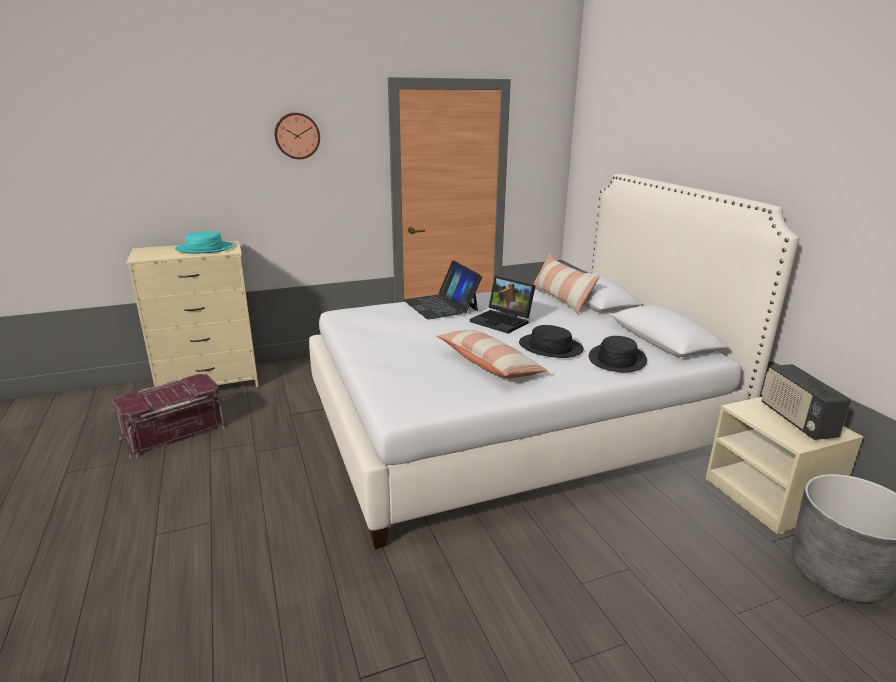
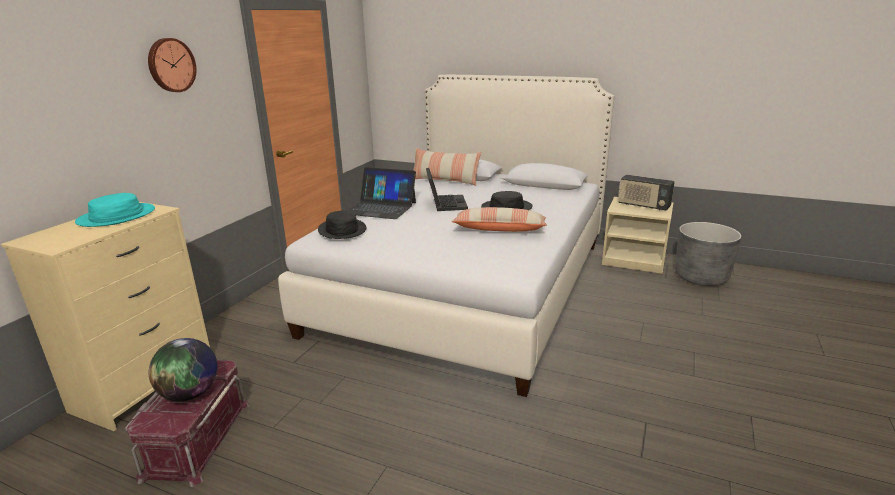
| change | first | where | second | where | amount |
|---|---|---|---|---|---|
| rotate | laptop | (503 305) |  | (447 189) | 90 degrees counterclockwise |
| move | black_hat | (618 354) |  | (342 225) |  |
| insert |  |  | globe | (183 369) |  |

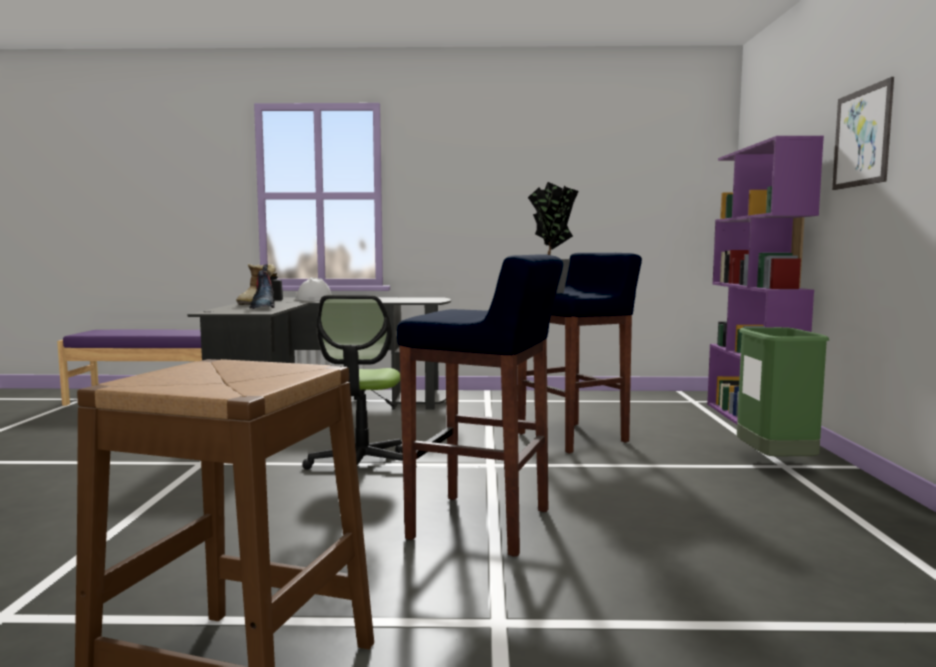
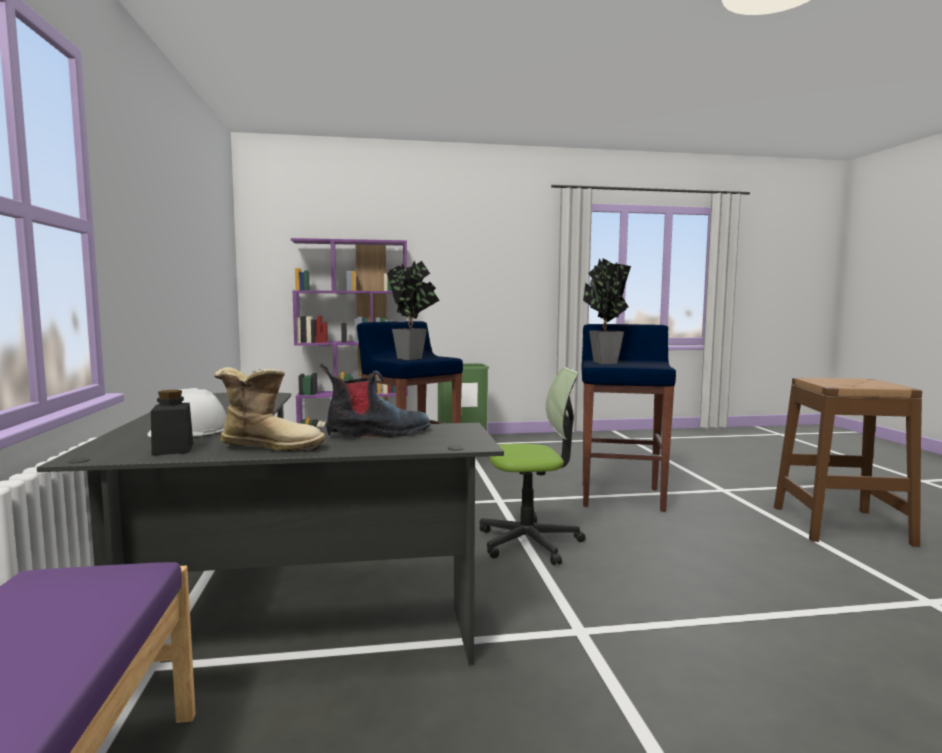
| change | first | where | second | where | amount |
|---|---|---|---|---|---|
| delete | picture | (863 133) |  |  |  |
| insert |  |  | potted_plant | (607 311) |  |

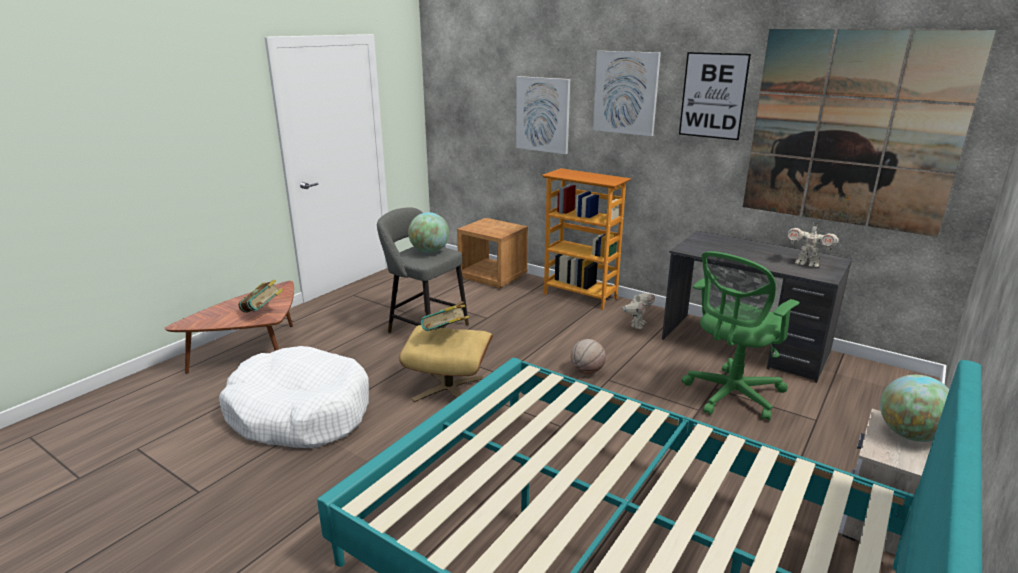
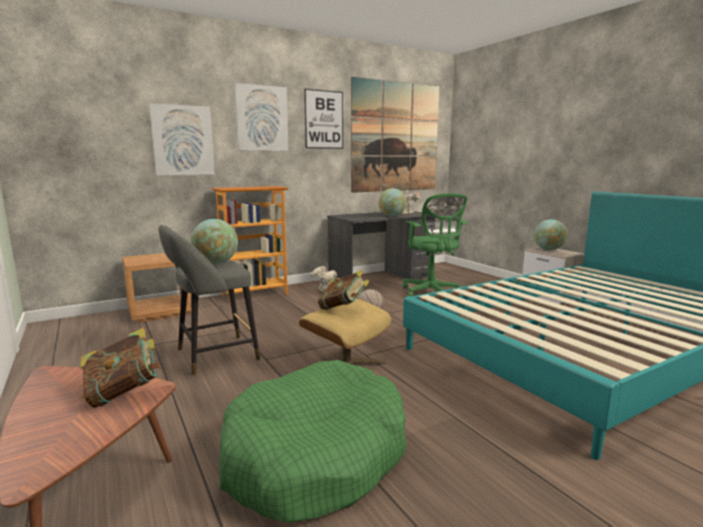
| change | first | where | second | where | amount |
|---|---|---|---|---|---|
| recolor | white_dog_bed | (294 397) | green_dog_bed | (313 441) |  |
| insert |  |  | globe | (392 202) |  |

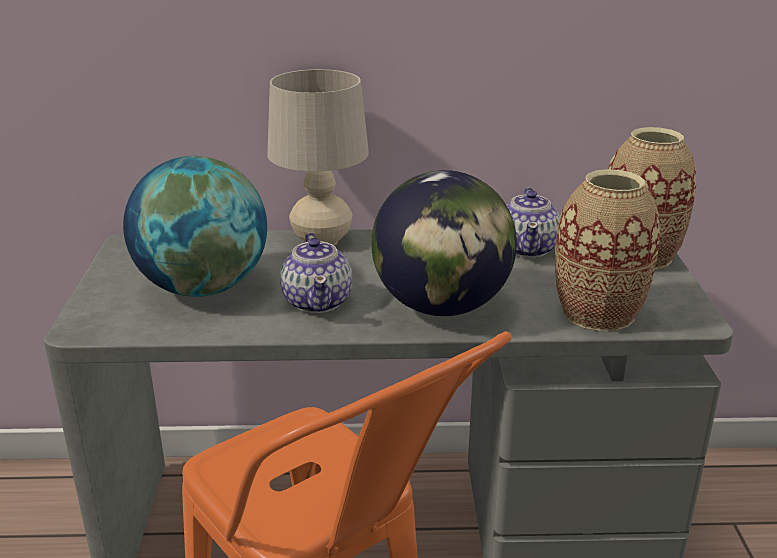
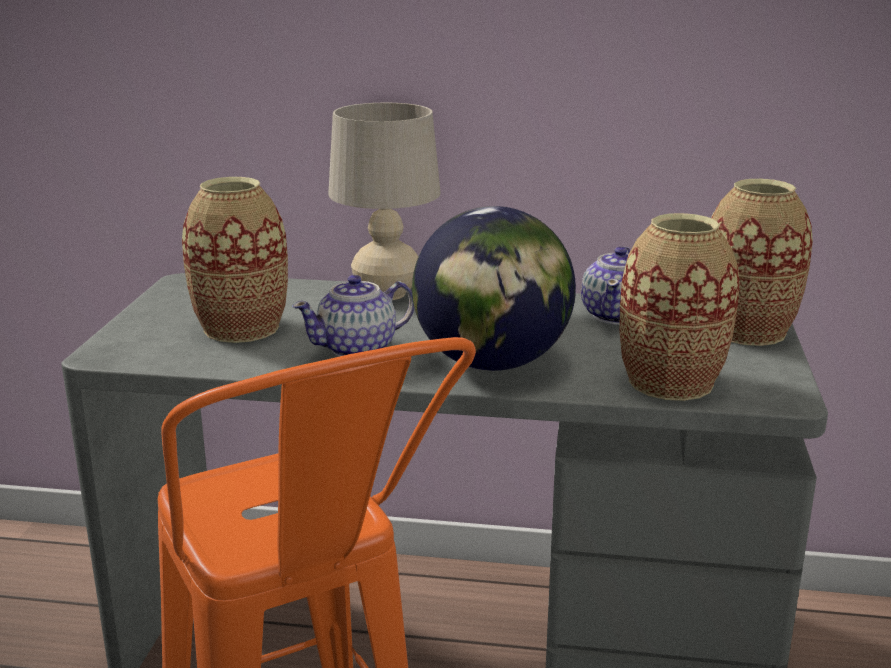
| change | first | where | second | where | amount |
|---|---|---|---|---|---|
| replace | globe | (195 226) | vase | (235 260) |  |
| rotate | teapot | (316 273) |  | (353 316) | 60 degrees clockwise |

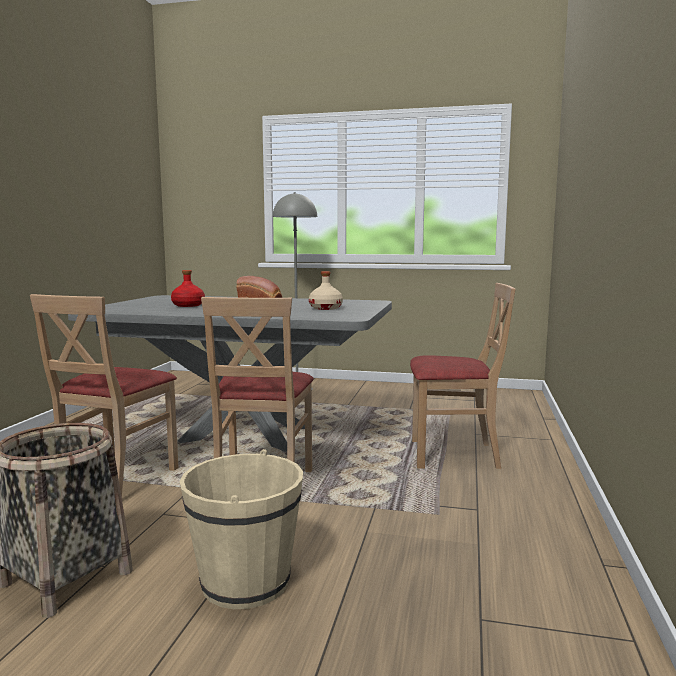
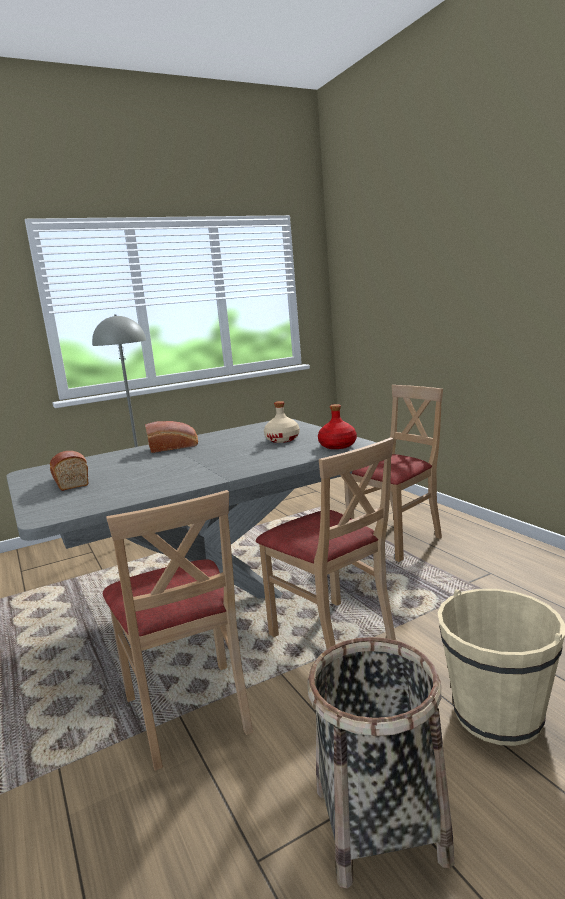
| change | first | where | second | where | amount |
|---|---|---|---|---|---|
| move | red_bottle | (188 288) |  | (337 426) |  |
| insert |  |  | bread | (69 471) |  |

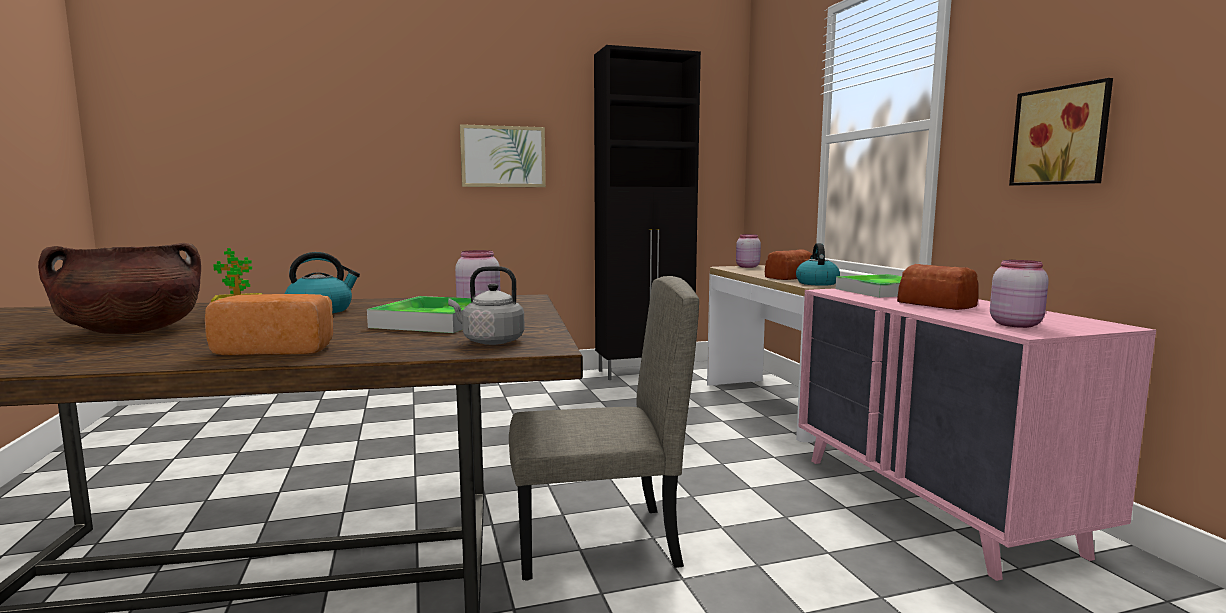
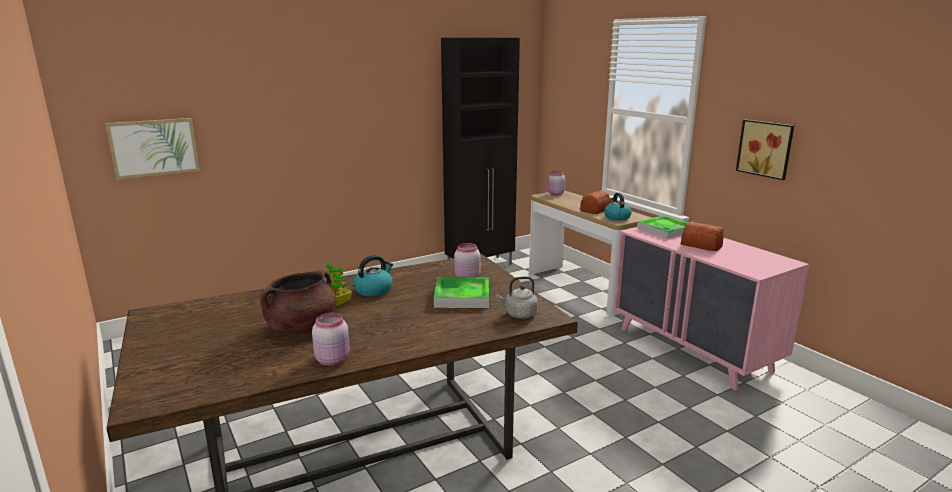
| change | first | where | second | where | amount |
|---|---|---|---|---|---|
| delete | bread | (269 325) |  |  |  |
| move | picture | (503 155) |  | (152 149) |  |
| delete | beige_chair | (604 428) |  |  |  |
| move | pink_jar | (1019 294) |  | (331 339) |  |

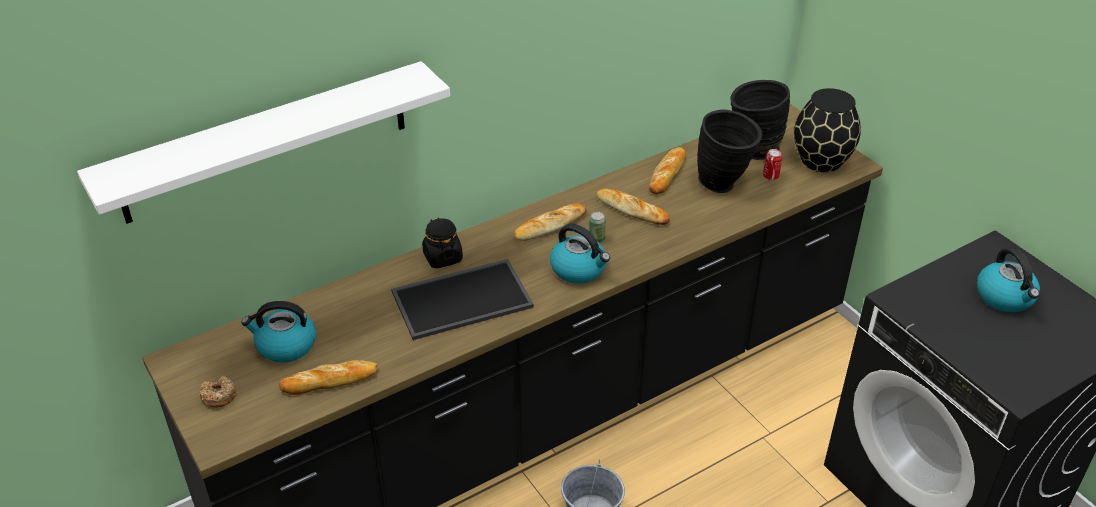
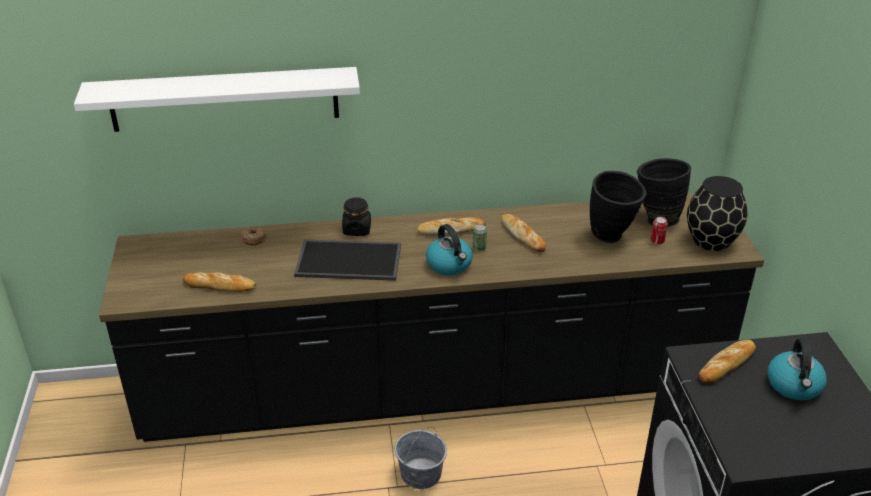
| change | first | where | second | where | amount |
|---|---|---|---|---|---|
| move | donut | (218 391) |  | (253 235) |  |
| delete | kettle | (278 332) |  |  |  |
| move | bread | (667 170) |  | (727 361) |  |

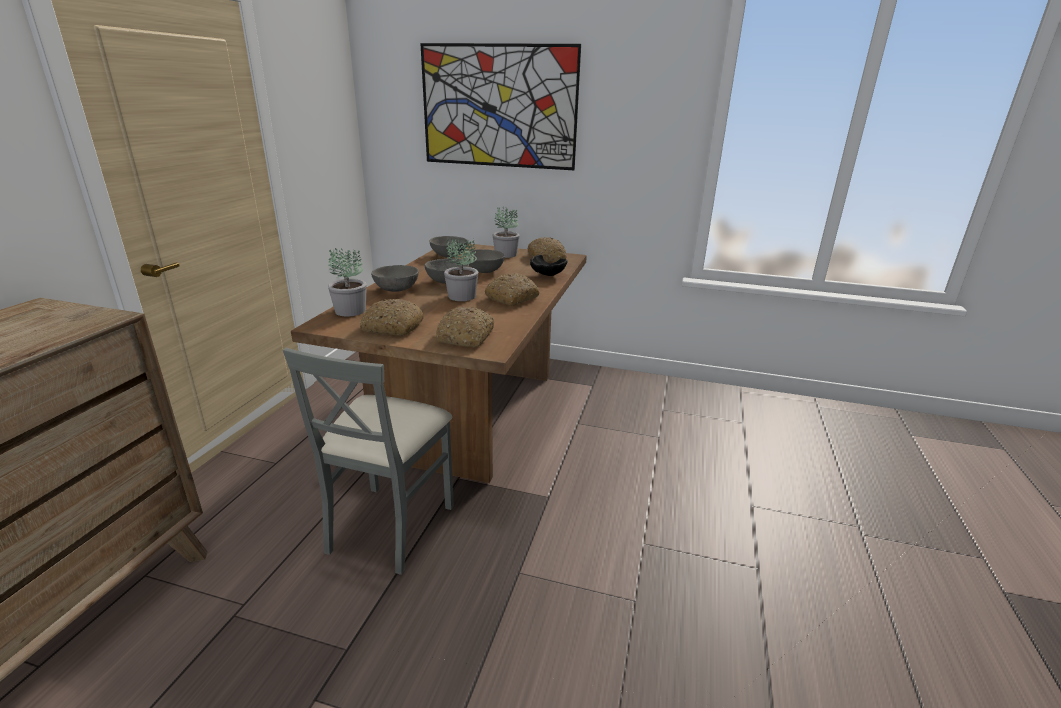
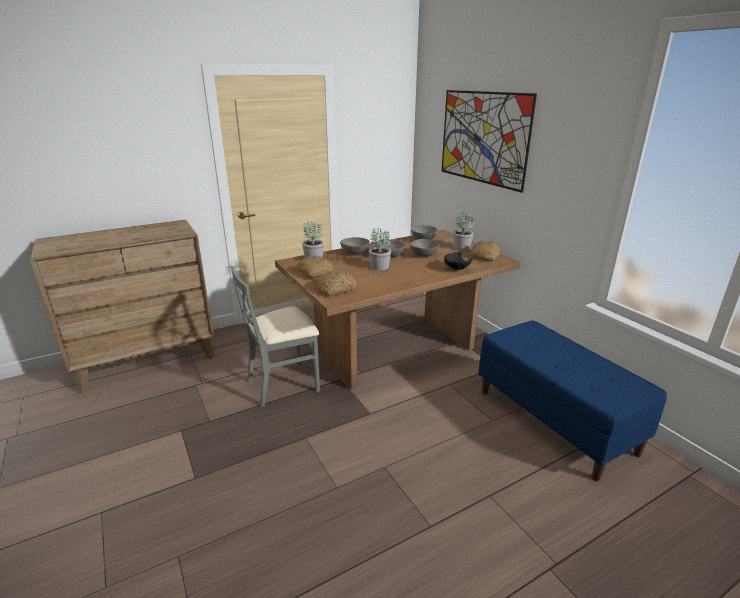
| change | first | where | second | where | amount |
|---|---|---|---|---|---|
| delete | bread | (512 289) |  |  |  |
| insert |  |  | blue_bench | (572 400) |  |

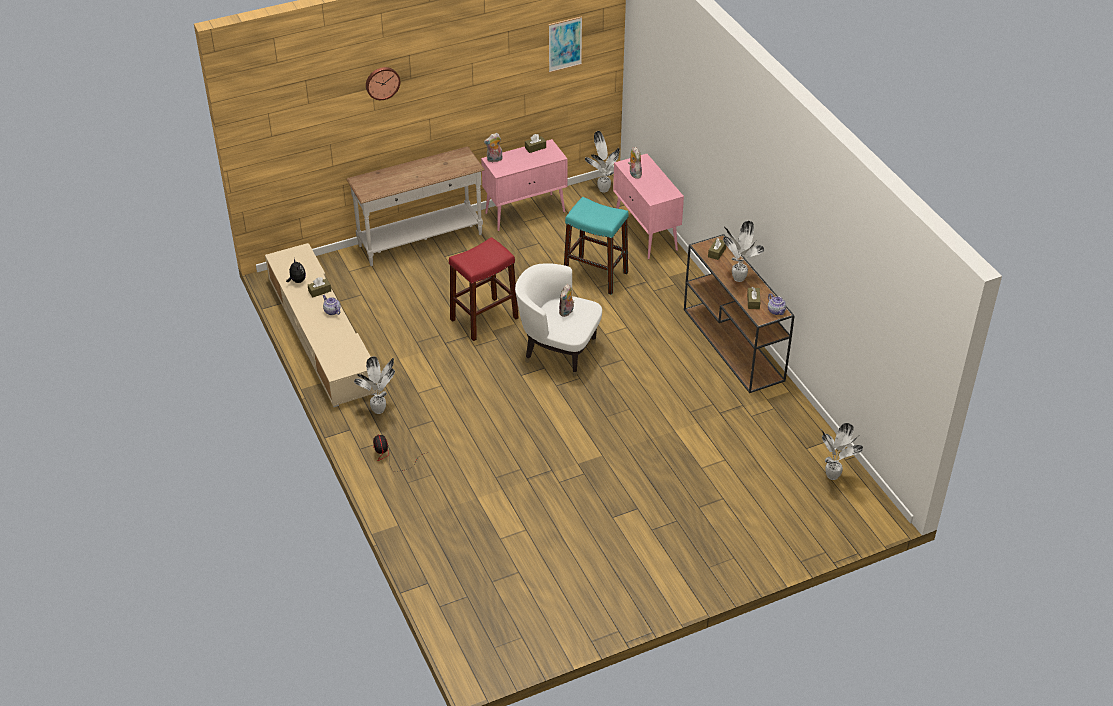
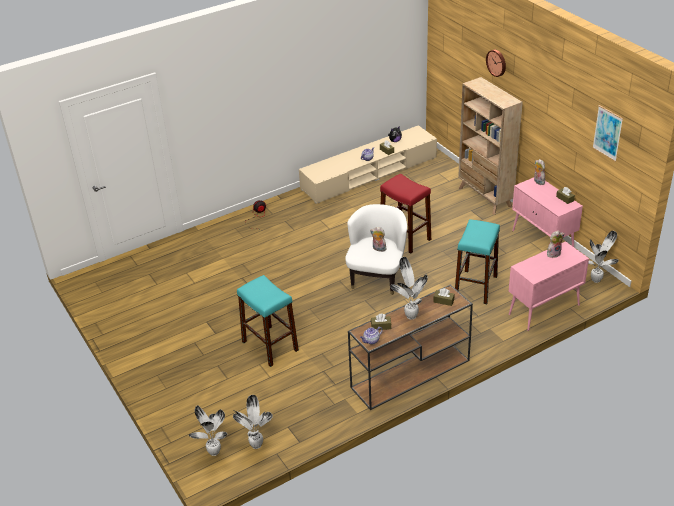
| change | first | where | second | where | amount |
|---|---|---|---|---|---|
| replace | white_console_table | (415 206) | beige_bookcase | (490 146) |  |
| move | potted_plant | (374 385) |  | (208 430) |  |
| insert |  |  | turquoise_stool | (268 321) |  |

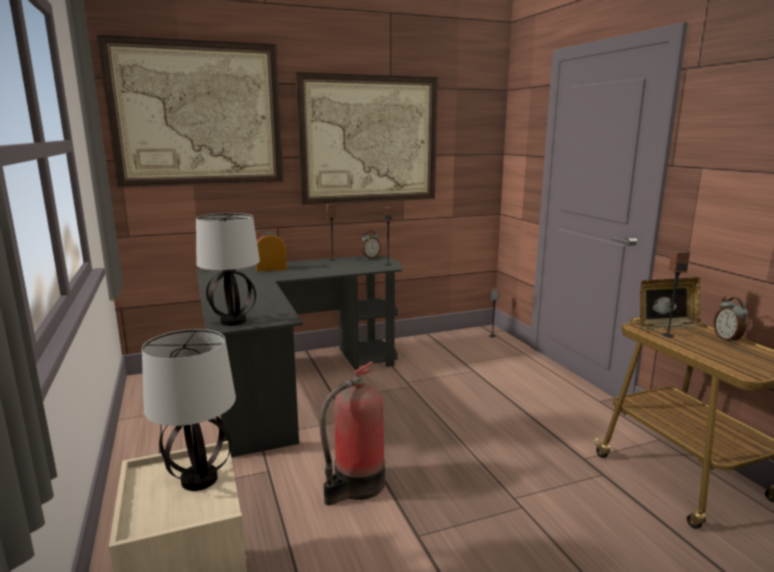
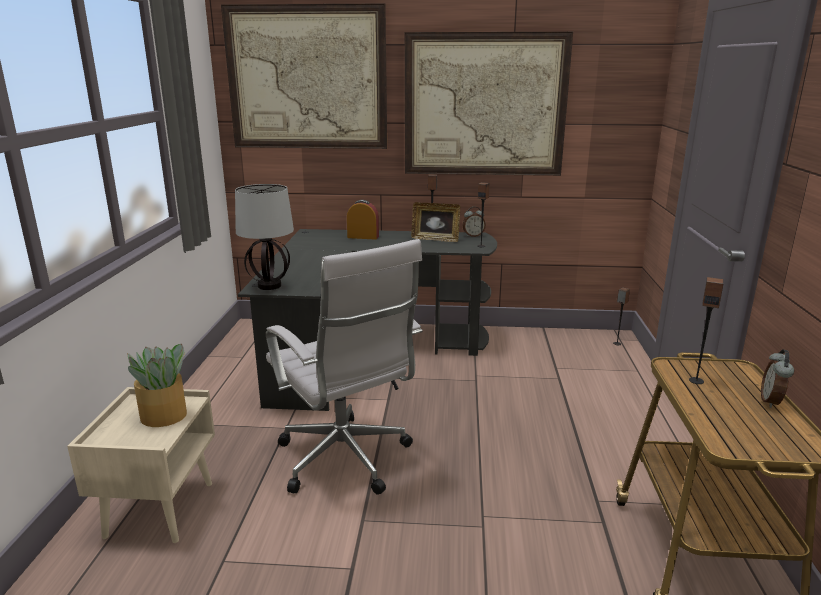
| change | first | where | second | where | amount |
|---|---|---|---|---|---|
| replace | table_lamp | (189 410) | potted_plant | (157 385) |  |
| replace | fire_extinguisher | (352 433) | white_office_chair | (344 367) |  |
| move | picture_frame | (670 303) |  | (435 222) |  |

